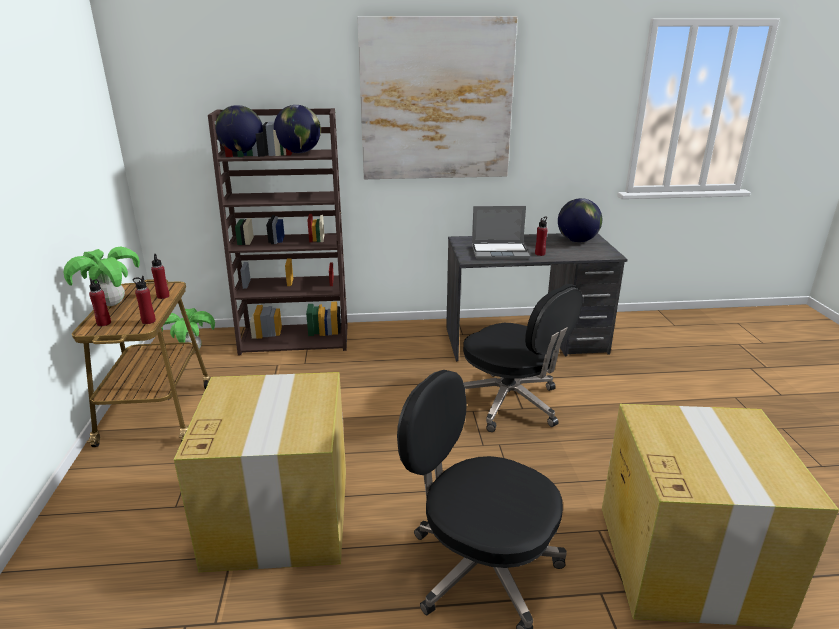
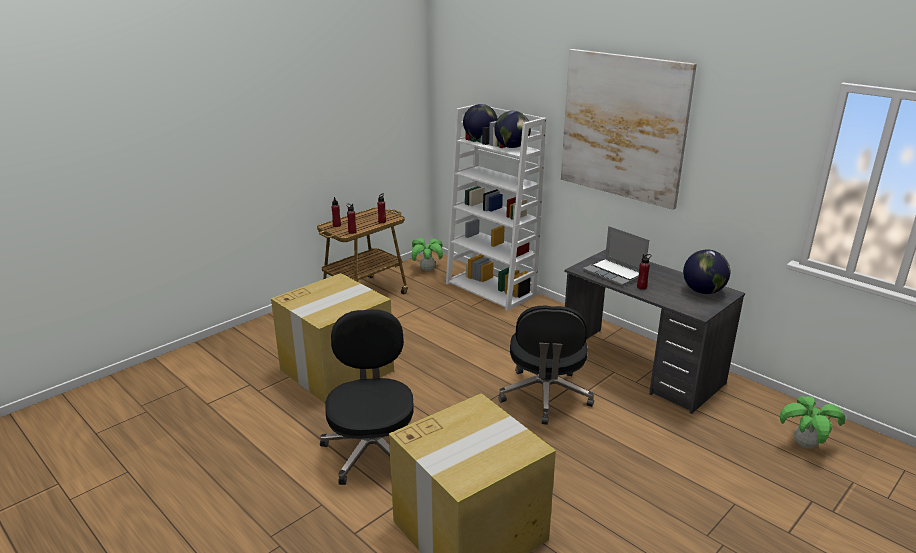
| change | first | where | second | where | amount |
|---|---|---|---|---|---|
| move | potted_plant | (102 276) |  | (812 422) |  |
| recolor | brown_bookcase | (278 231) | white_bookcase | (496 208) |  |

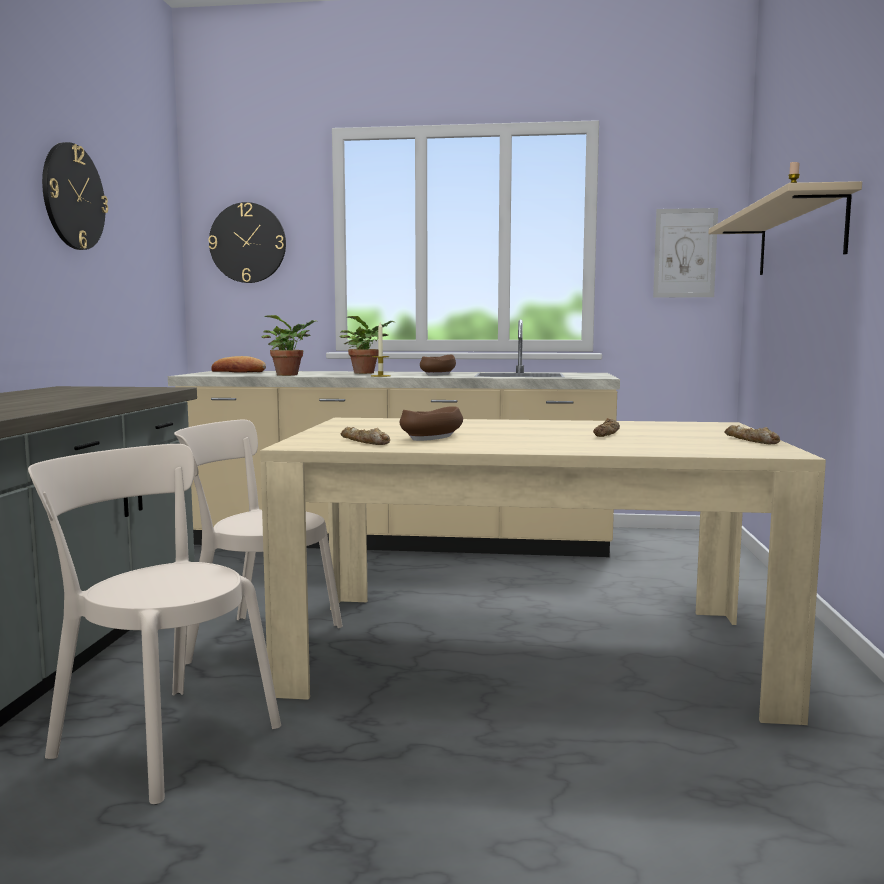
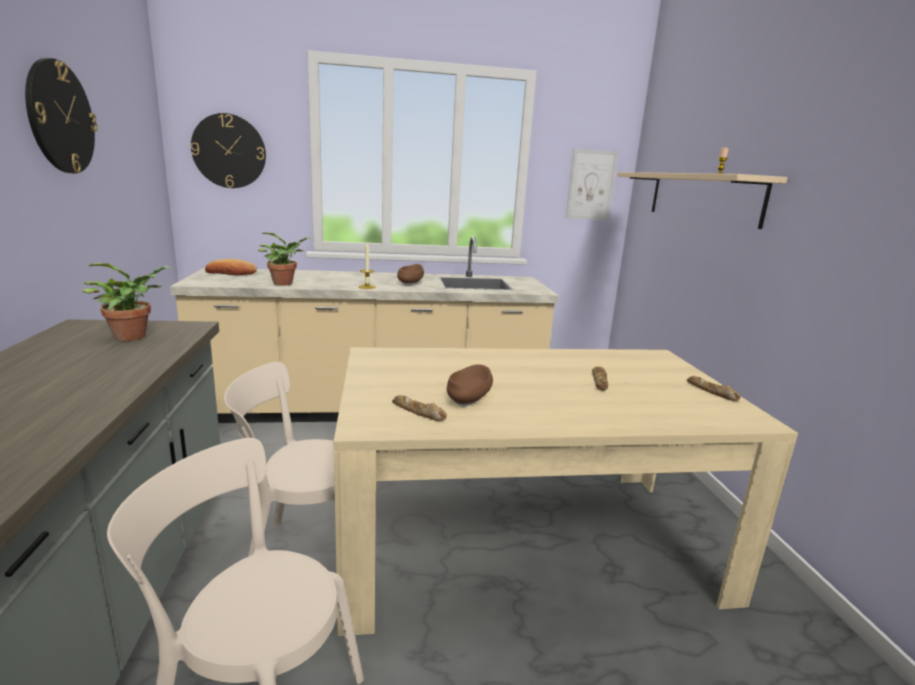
| change | first | where | second | where | amount |
|---|---|---|---|---|---|
| move | potted_plant | (367 345) |  | (126 302) |  |

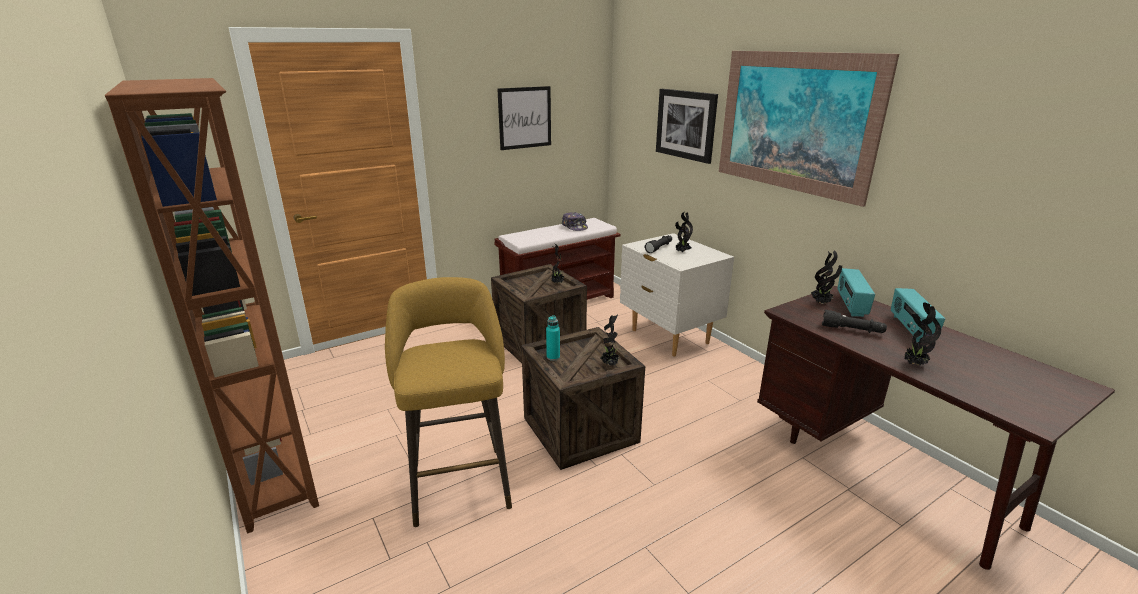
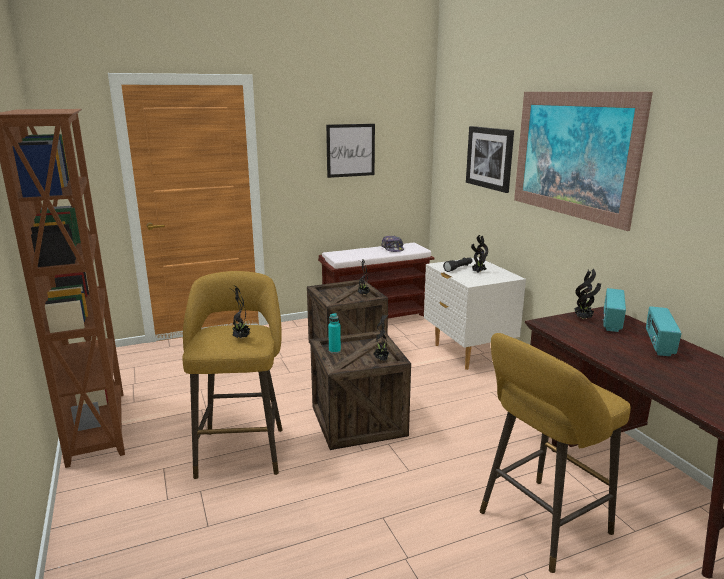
| change | first | where | second | where | amount |
|---|---|---|---|---|---|
| delete | black_flashlight | (854 321) |  |  |  |
| move | potted_plant | (922 333) |  | (241 312) |  |
| insert |  |  | yellow_stool | (555 453) |  |

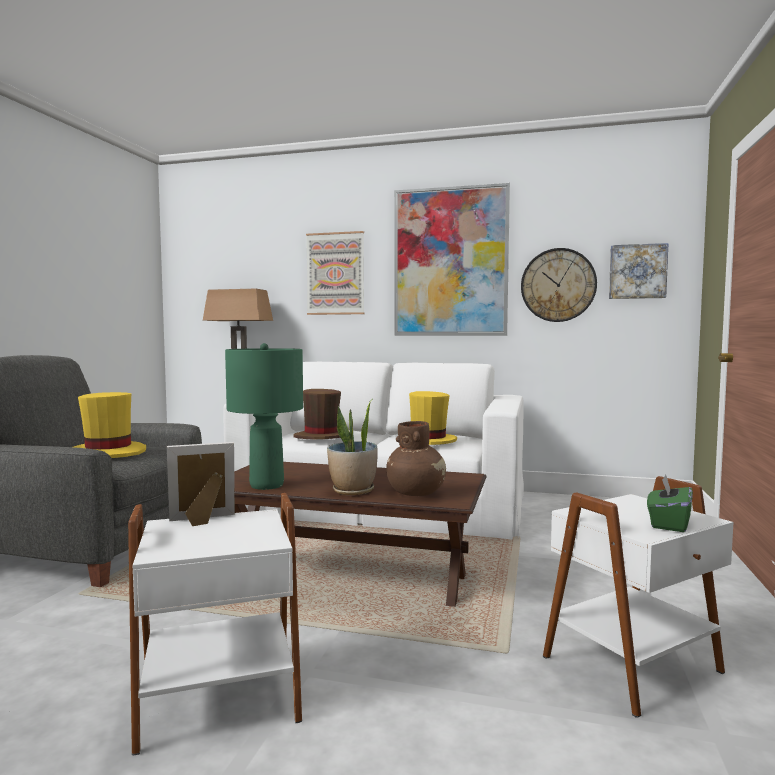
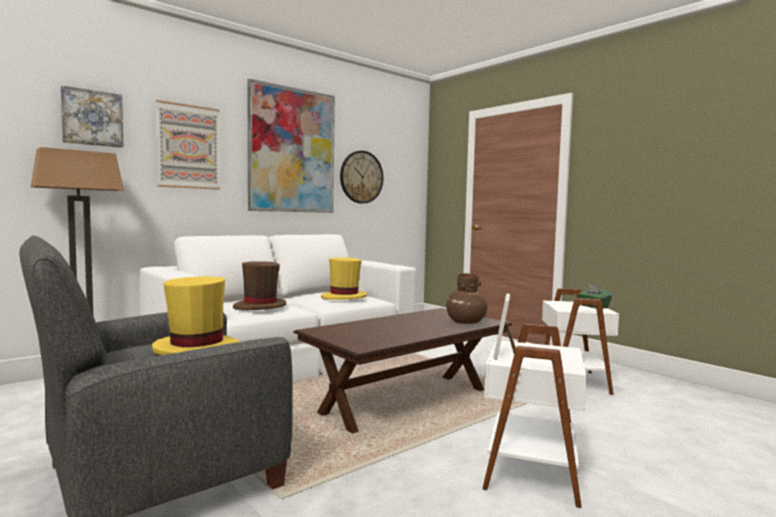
| change | first | where | second | where | amount |
|---|---|---|---|---|---|
| delete | green_table_lamp | (264 416) |  |  |  |
| delete | potted_plant | (352 447) |  |  |  |
| move | picture | (639 271) |  | (92 117) |  |

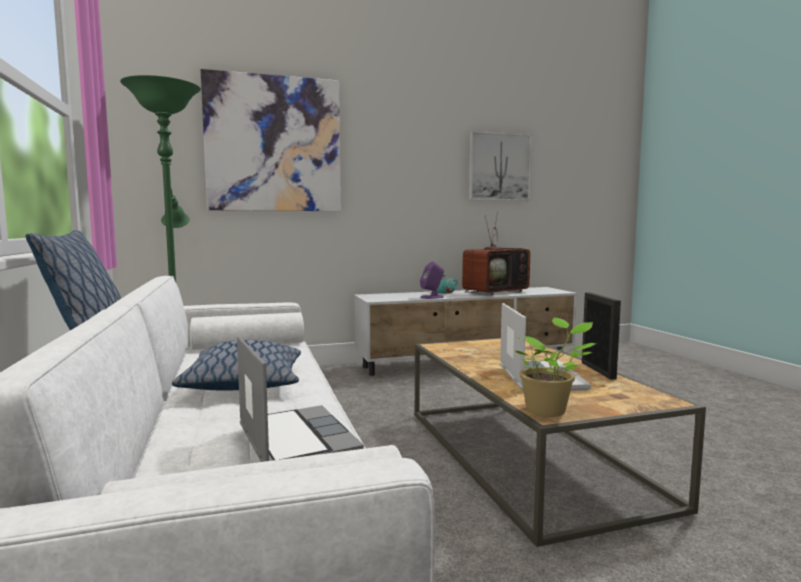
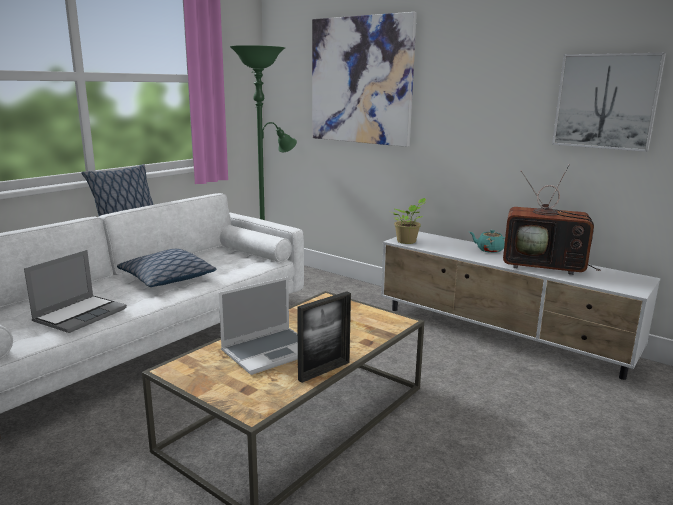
| change | first | where | second | where | amount |
|---|---|---|---|---|---|
| delete | purple_speaker | (432 280) |  |  |  |
| move | potted_plant | (556 367) |  | (409 221) |  |

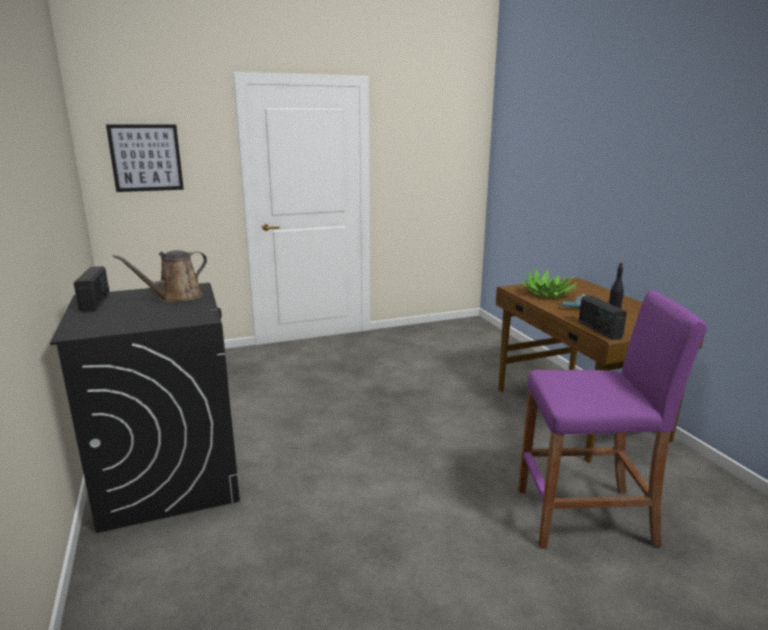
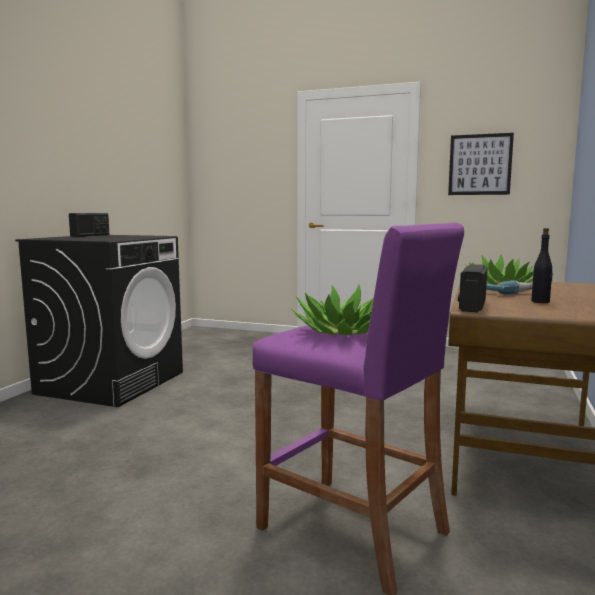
| change | first | where | second | where | amount |
|---|---|---|---|---|---|
| move | picture | (145 158) |  | (481 164) |  |
| delete | brown_watering_can | (160 276) |  |  |  |
| insert |  |  | potted_plant | (332 309) |  |

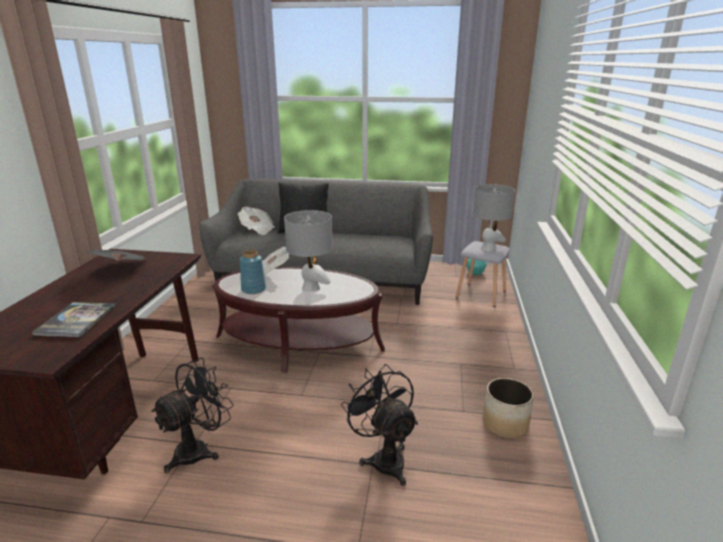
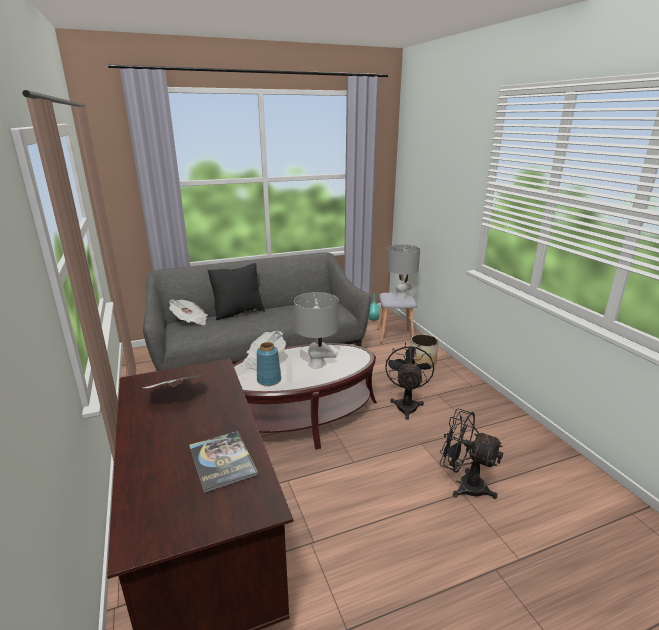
| change | first | where | second | where | amount |
|---|---|---|---|---|---|
| move | black_fan | (192 415) |  | (409 381) |  |
| move | planter | (508 408) |  | (424 350) |  |

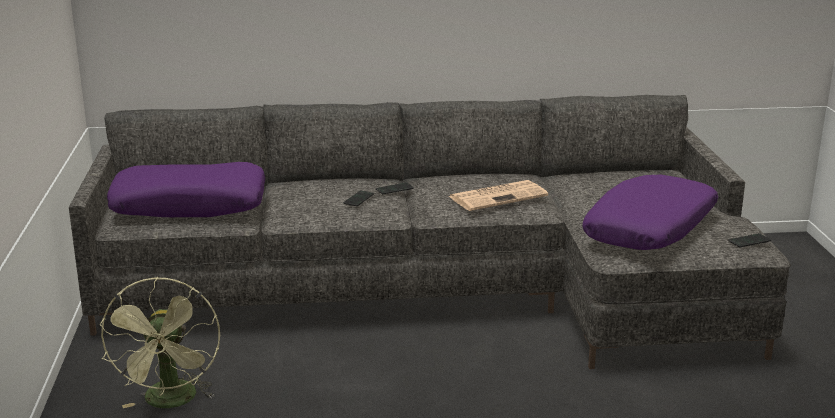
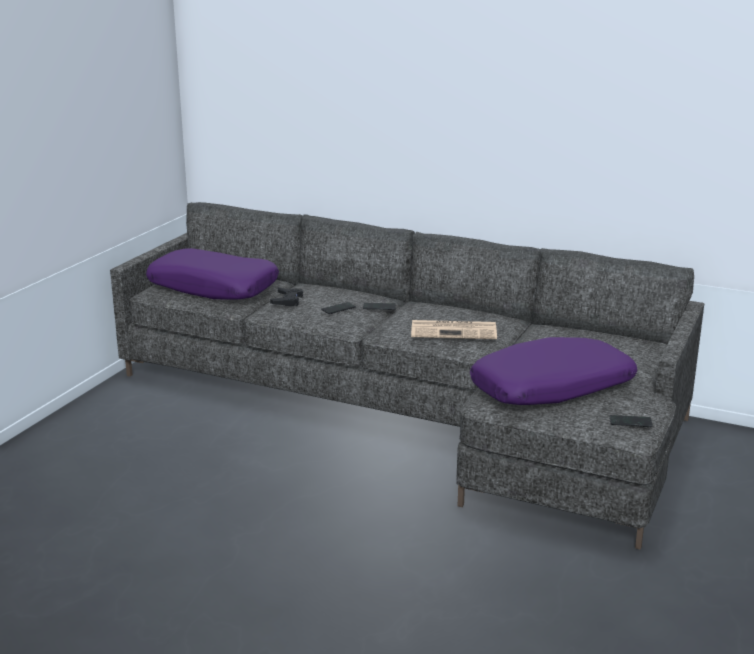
| change | first | where | second | where | amount |
|---|---|---|---|---|---|
| delete | green_fan | (159 342) |  |  |  |
| insert |  |  | black_game_controller | (286 296) |  |

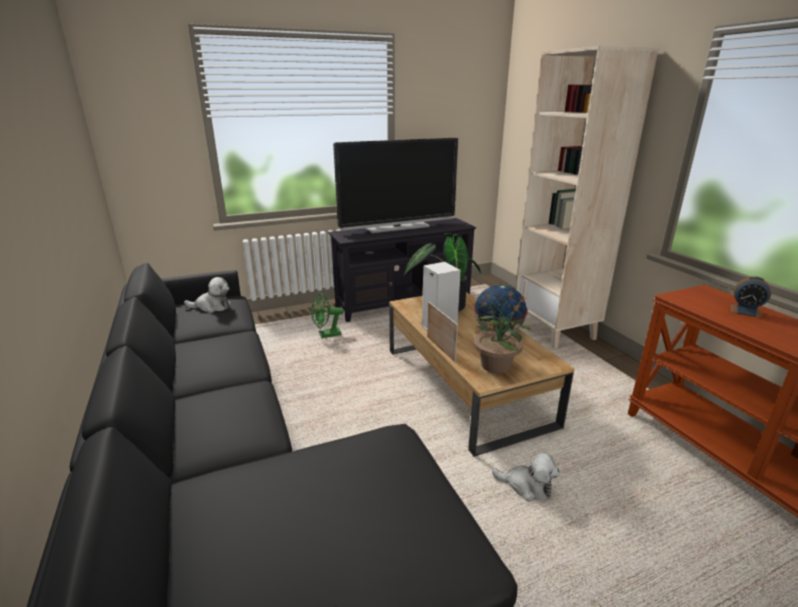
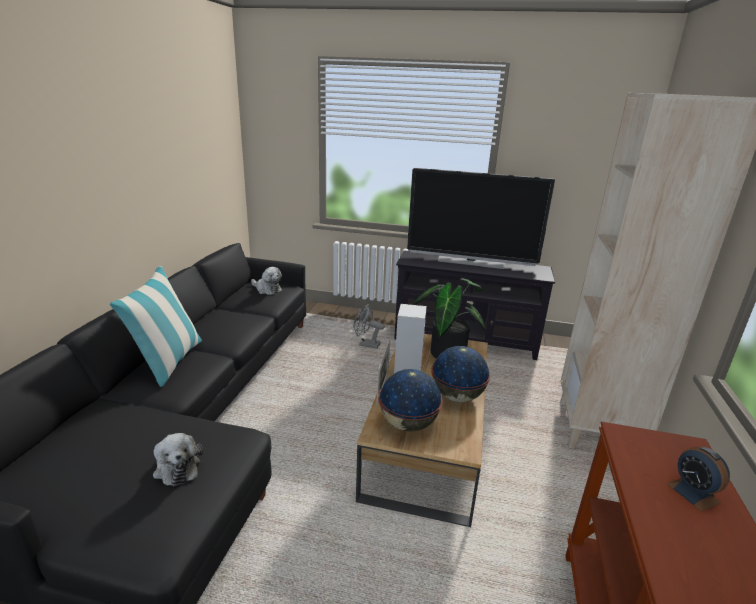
| change | first | where | second | where | amount |
|---|---|---|---|---|---|
| recolor | green_fan | (327 315) | grey_fan | (369 326) |  |
| replace | potted_plant | (502 332) | globe | (411 400) |  |
| move | plush_toy | (525 477) |  | (178 459) |  |
| insert |  |  | pillow | (156 326) |  |

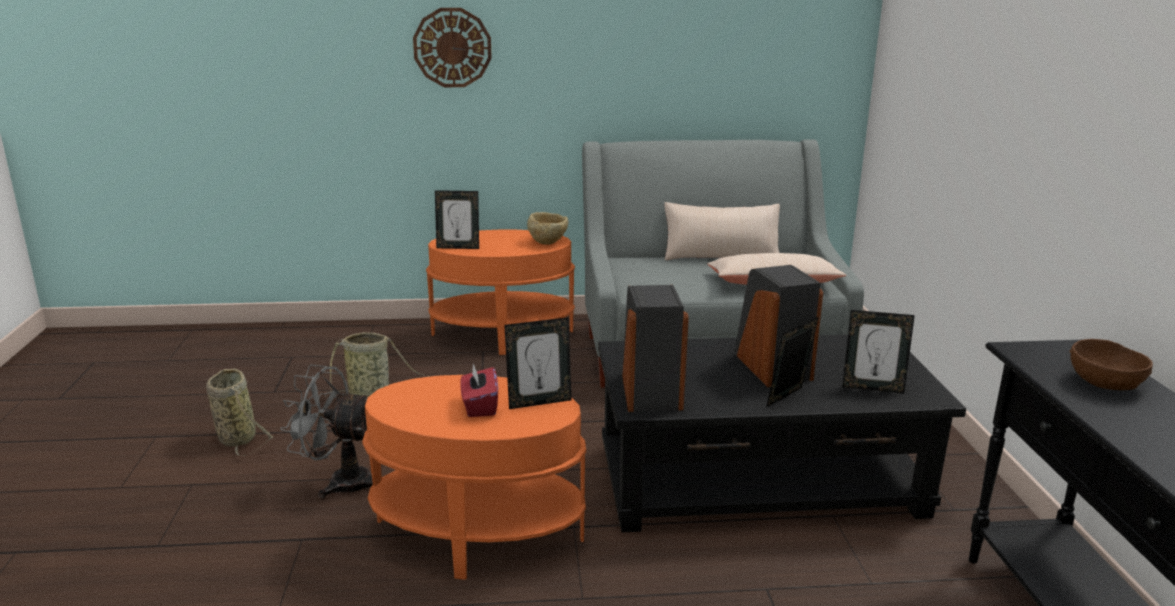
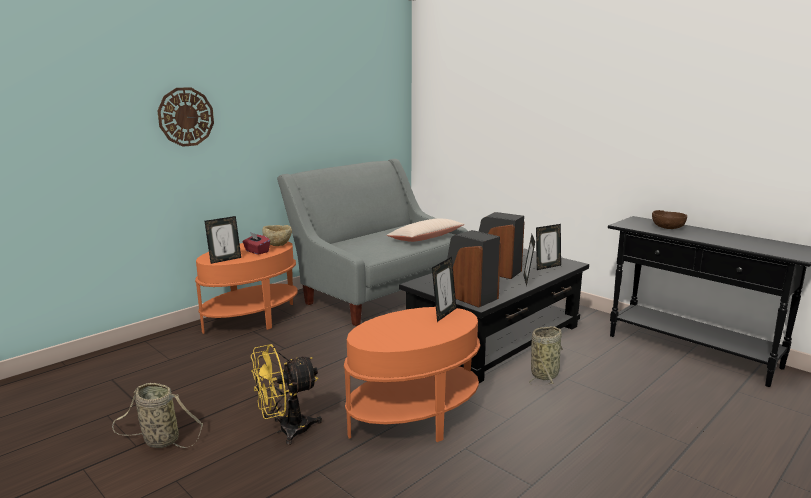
| change | first | where | second | where | amount |
|---|---|---|---|---|---|
| recolor | grey_fan | (326 432) | yellow_fan | (286 394) |  |
| move | basket | (377 364) |  | (546 356) |  |
| move | red_tissue_box | (479 390) |  | (256 243) |  |
| delete | beige_pillow | (722 231) |  |  |  |

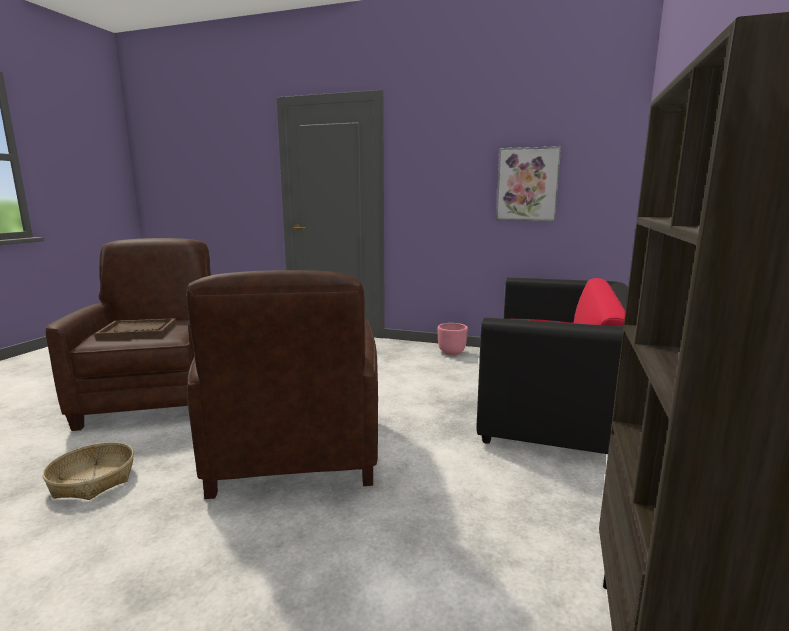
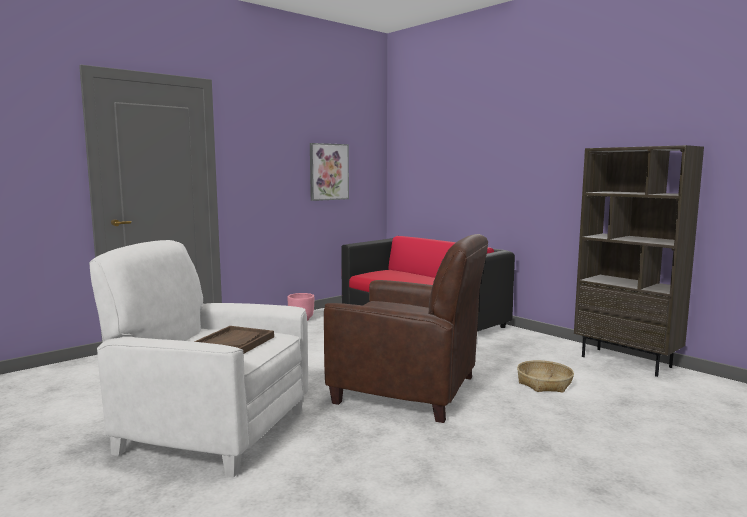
| change | first | where | second | where | amount |
|---|---|---|---|---|---|
| move | basket | (88 471) |  | (545 376) |  |
| recolor | brown_armchair | (128 334) | white_armchair | (198 358) |  |

